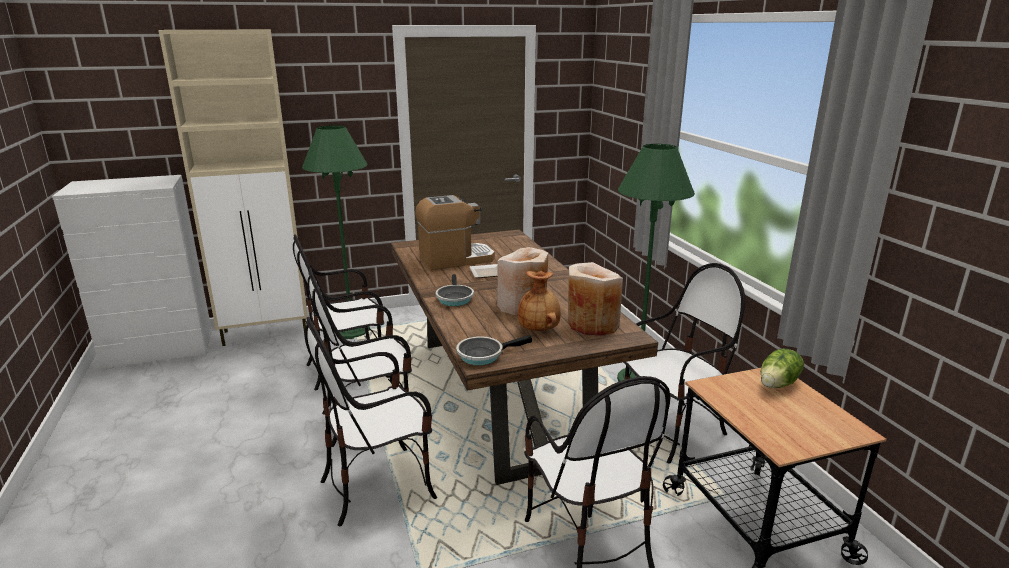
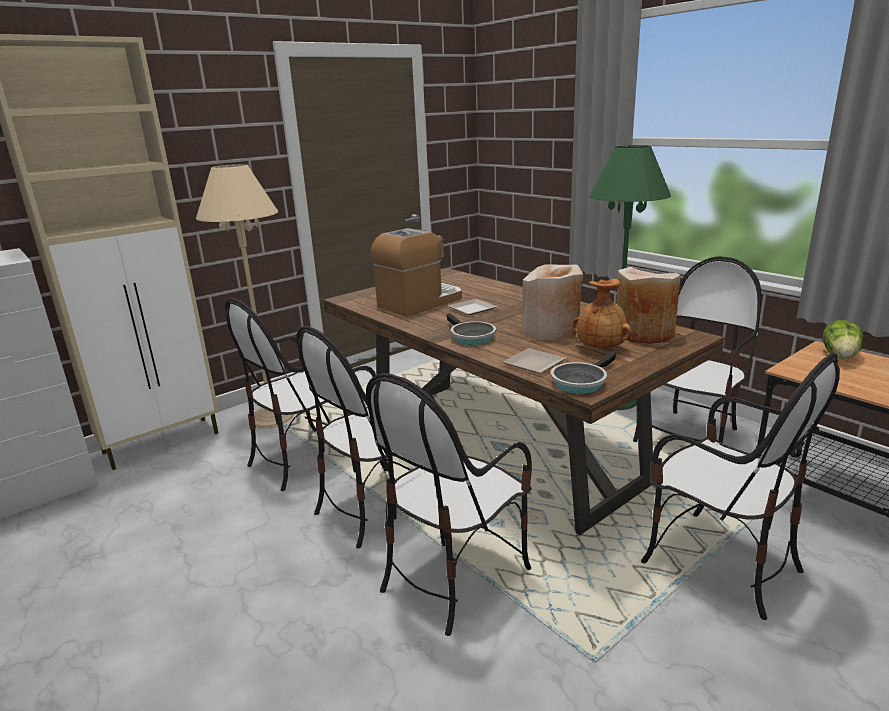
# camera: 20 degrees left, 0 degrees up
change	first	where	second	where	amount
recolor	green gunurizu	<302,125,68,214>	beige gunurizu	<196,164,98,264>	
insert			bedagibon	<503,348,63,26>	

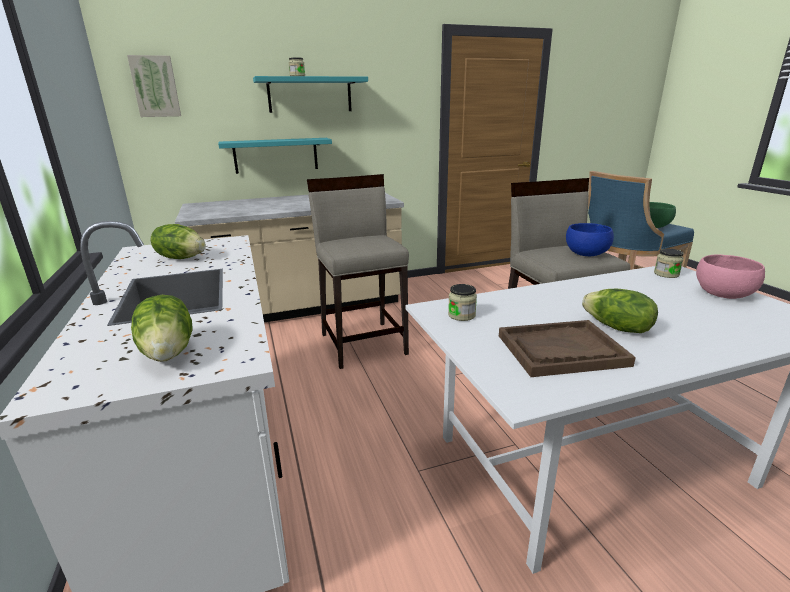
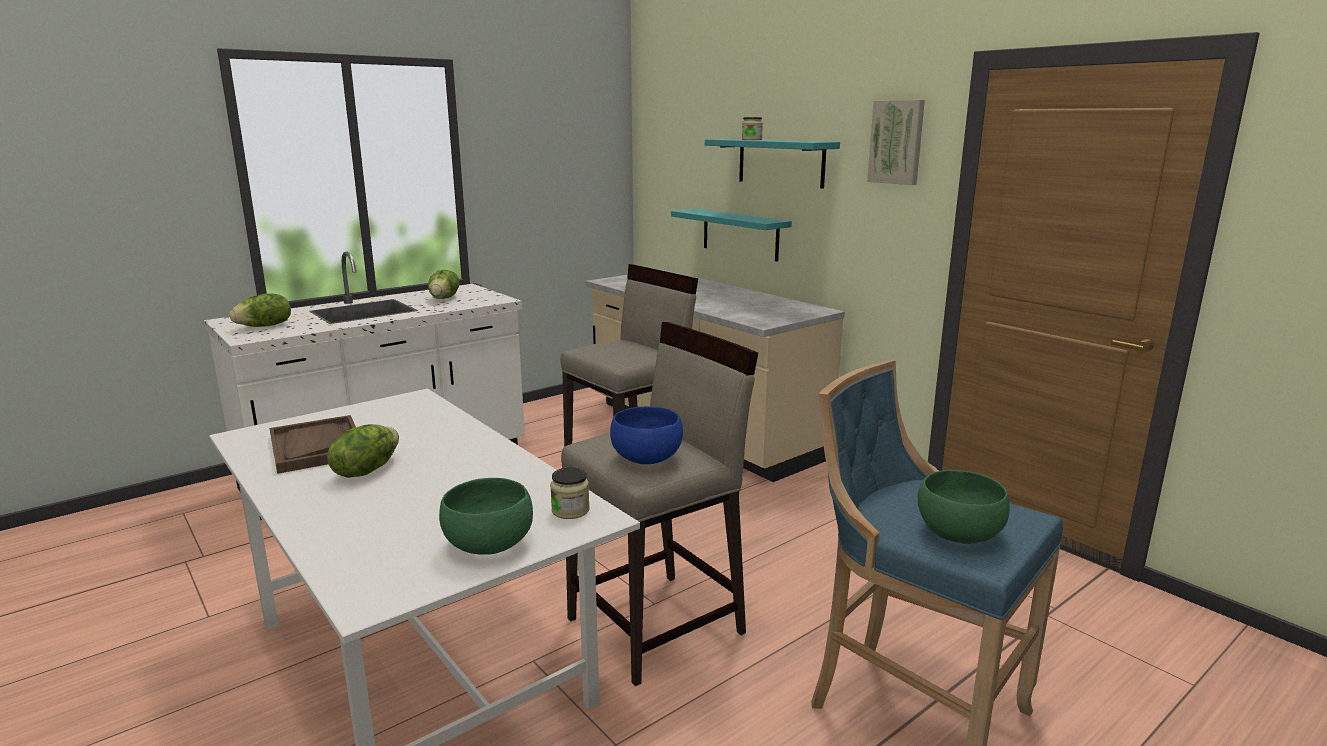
# camera: 70 degrees right, 5 degrees down
change	first	where	second	where	amount
move	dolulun	<127,55,54,62>		<867,100,58,85>	
delete	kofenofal	<448,284,29,37>			
recolor	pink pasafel	<696,254,69,45>	green pasafel	<439,478,94,77>	

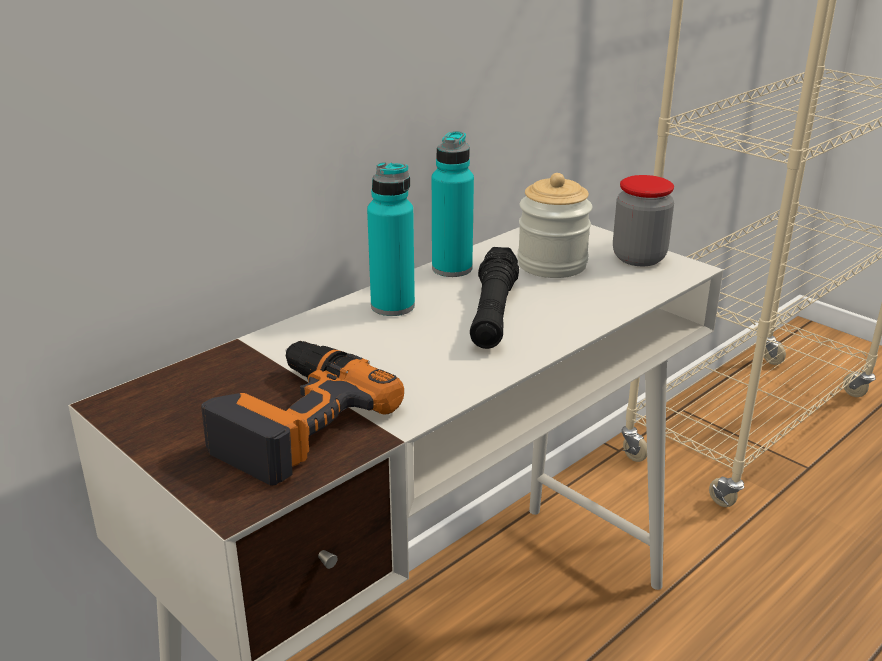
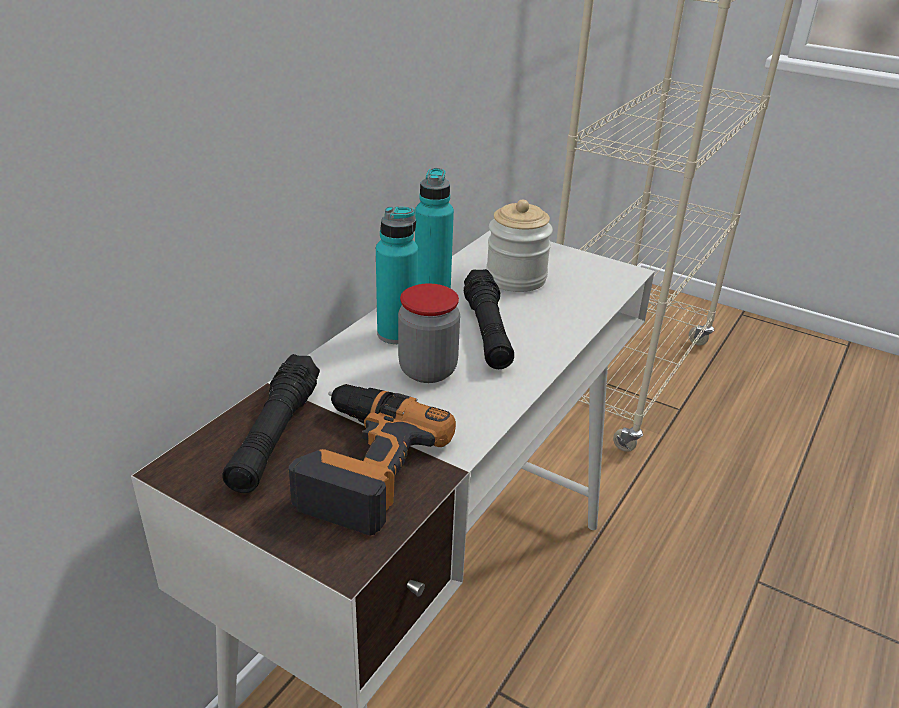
# camera: 15 degrees left, 5 degrees up
change	first	where	second	where	amount
move	kofenofal	<613,175,61,91>		<398,283,62,100>	
insert			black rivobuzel	<222,354,98,139>	

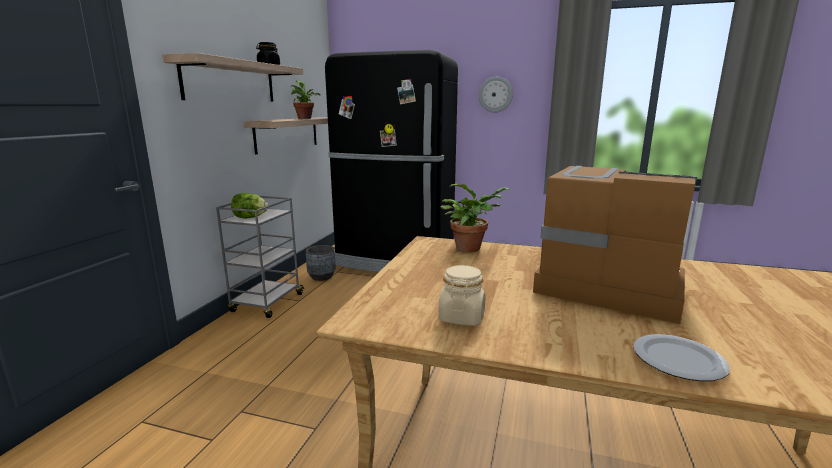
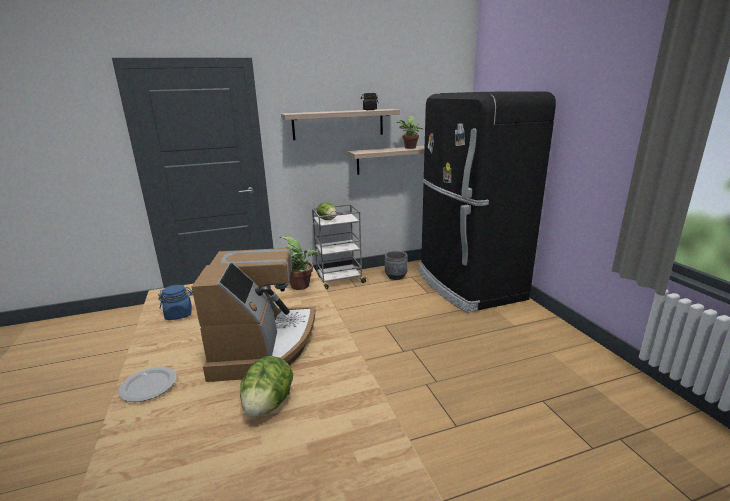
# camera: 55 degrees right, 5 degrees up
change	first	where	second	where	amount
recolor	beige kofenofal	<438,265,48,61>	blue kofenofal	<158,285,35,35>	
delete	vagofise	<478,77,35,36>			
insert			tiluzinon	<240,356,53,61>	

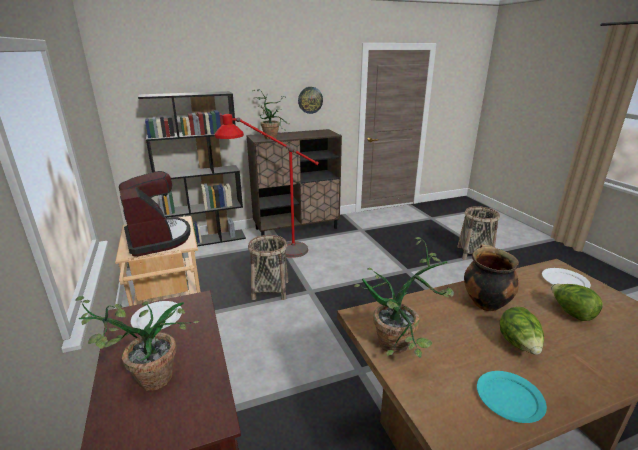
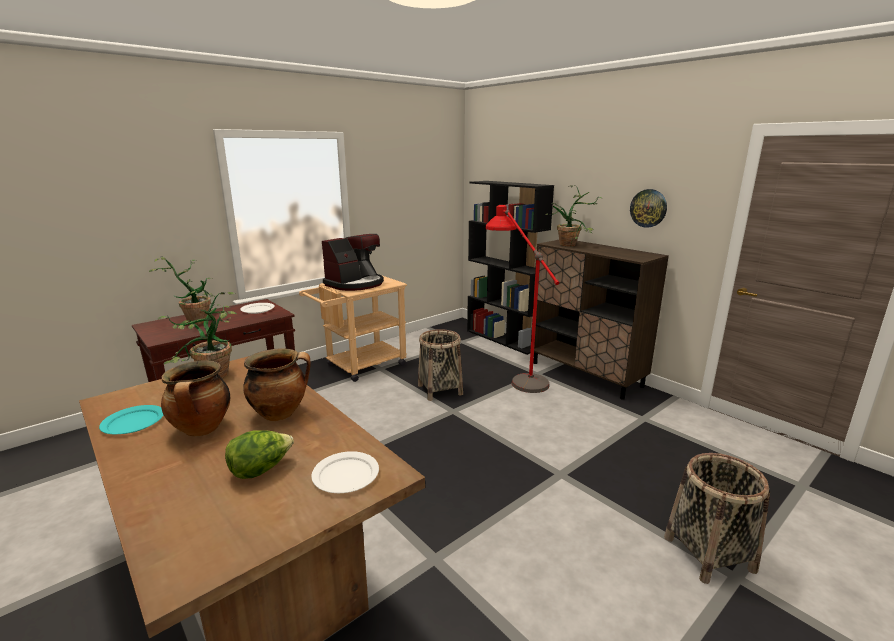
# camera: 70 degrees right, 5 degrees down
change	first	where	second	where	amount
replace	tiluzinon	<500,307,44,48>	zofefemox	<161,360,69,76>	

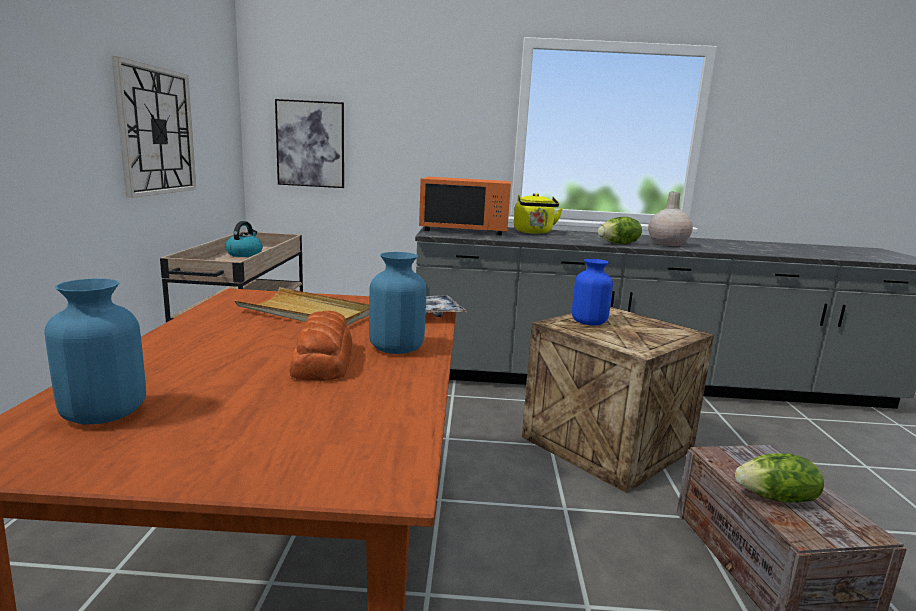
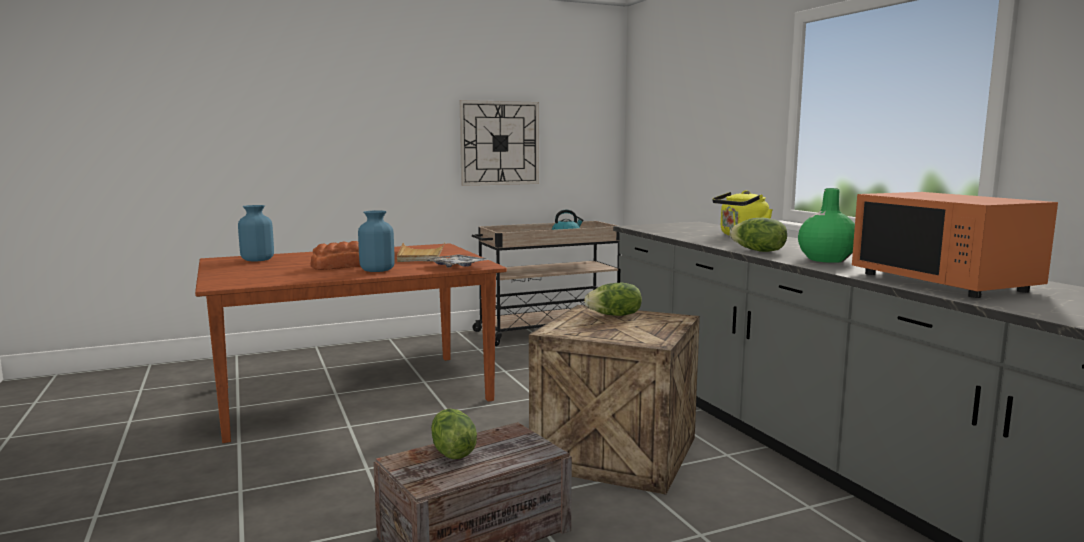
# camera: 65 degrees right, 5 degrees down
change	first	where	second	where	amount
delete	dolulun	<275,99,69,89>			
move	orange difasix	<419,177,92,58>		<852,192,206,106>	
replace	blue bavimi	<572,259,41,66>	tiluzinon	<584,283,58,33>	
recolor	beige bavimi	<648,192,45,54>	green bavimi	<798,188,57,75>	

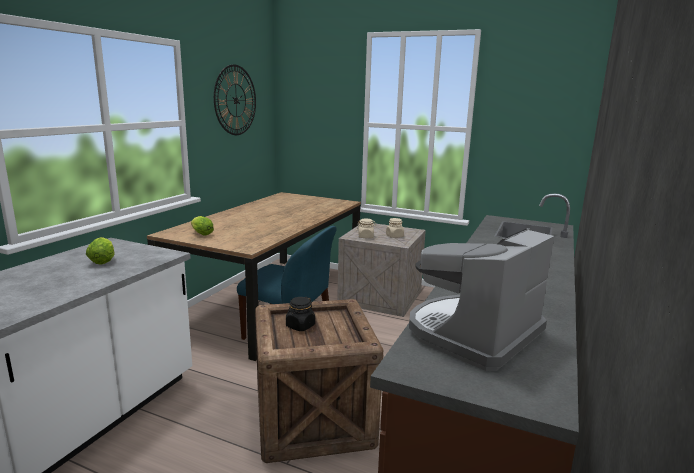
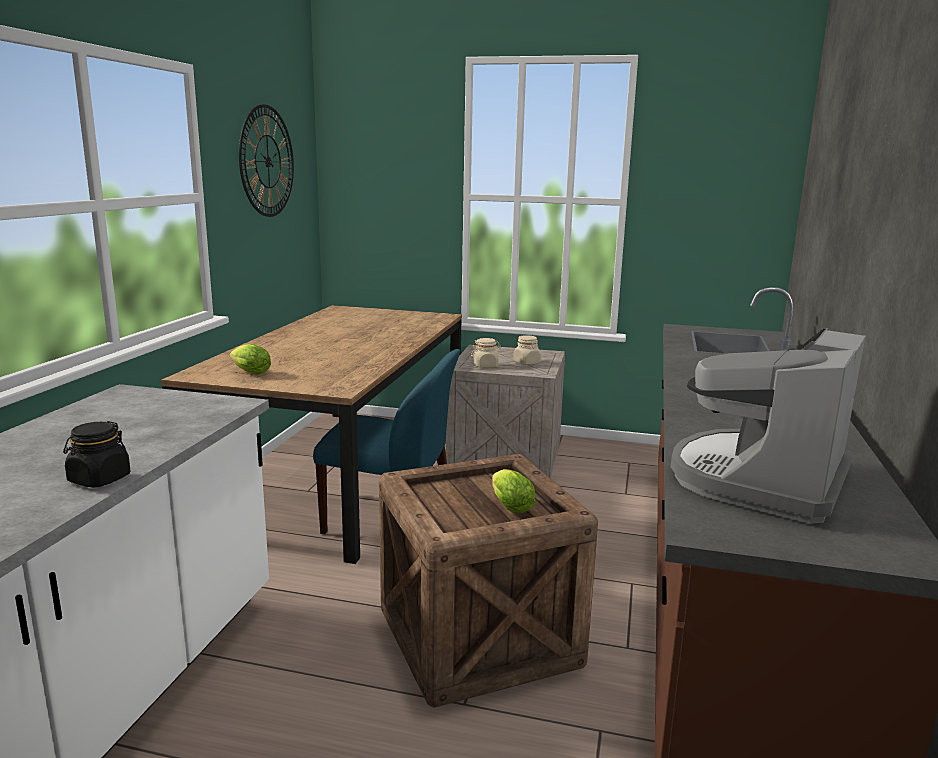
# camera: 10 degrees left, 0 degrees up
change	first	where	second	where	amount
move	tiluzinon	<86,237,29,28>		<492,469,43,44>	
move	black kofenofal	<286,297,29,34>		<63,421,67,67>	

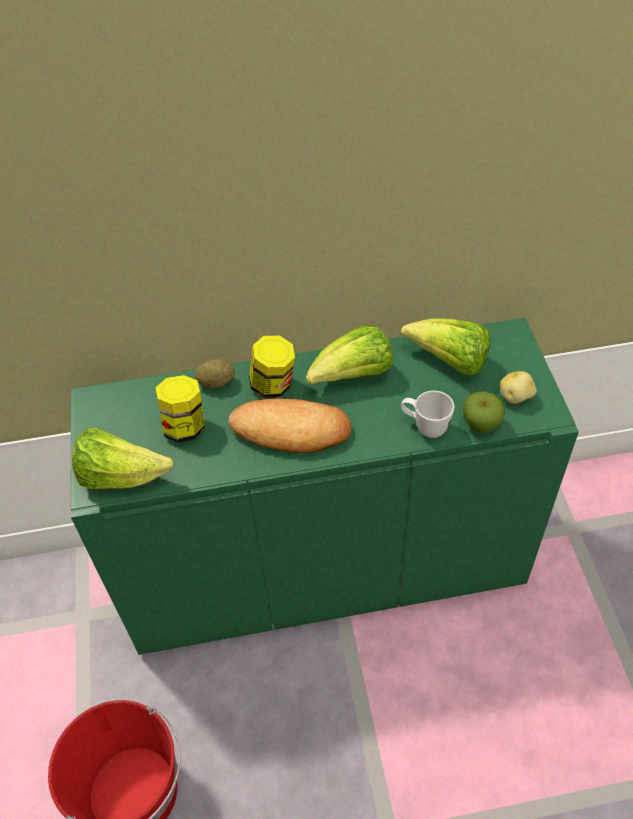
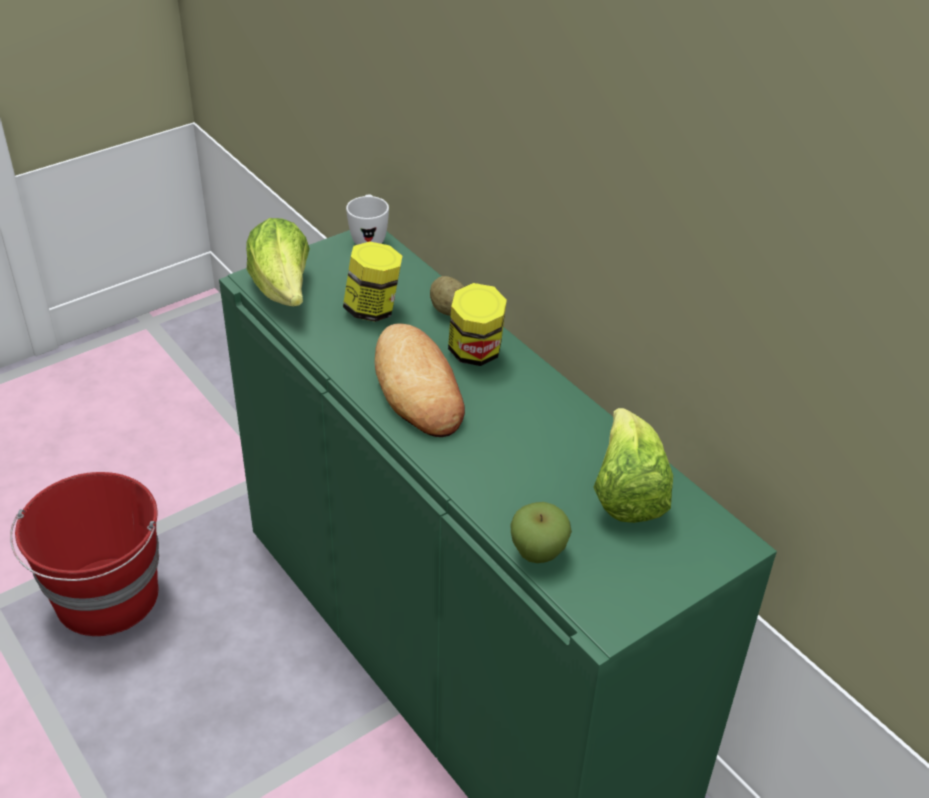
# camera: 60 degrees right, 10 degrees down
change	first	where	second	where	amount
delete	tiluzinon	<306,325,87,59>			
move	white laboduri	<401,391,53,47>		<346,195,43,50>	
delete	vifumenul	<500,371,37,33>			

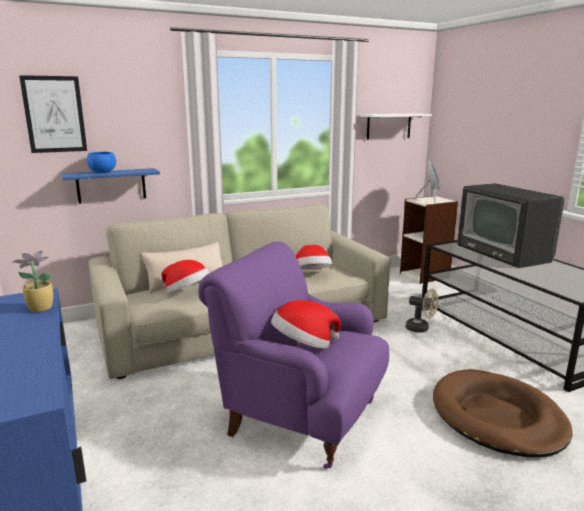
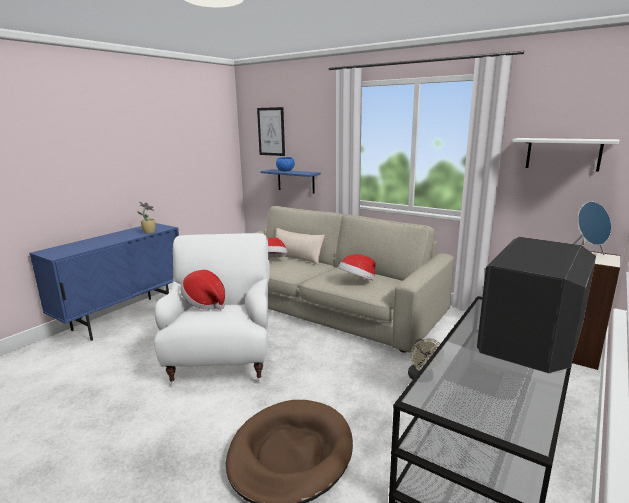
# camera: 60 degrees right, 0 degrees up
change	first	where	second	where	amount
recolor	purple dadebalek	<198,242,191,227>	white dadebalek	<154,233,116,152>	

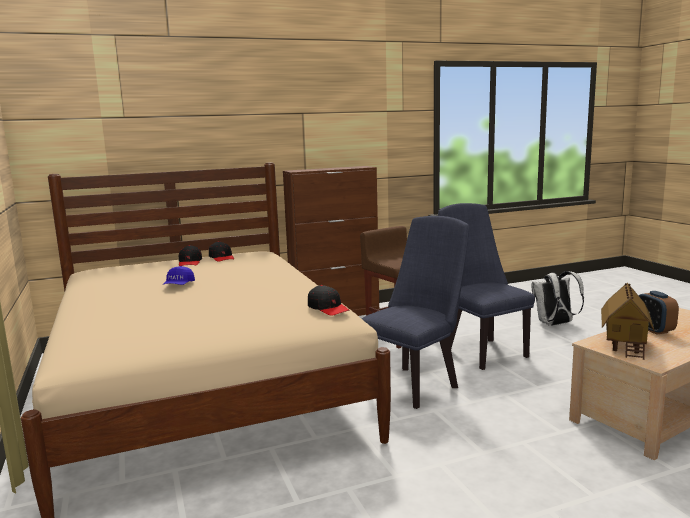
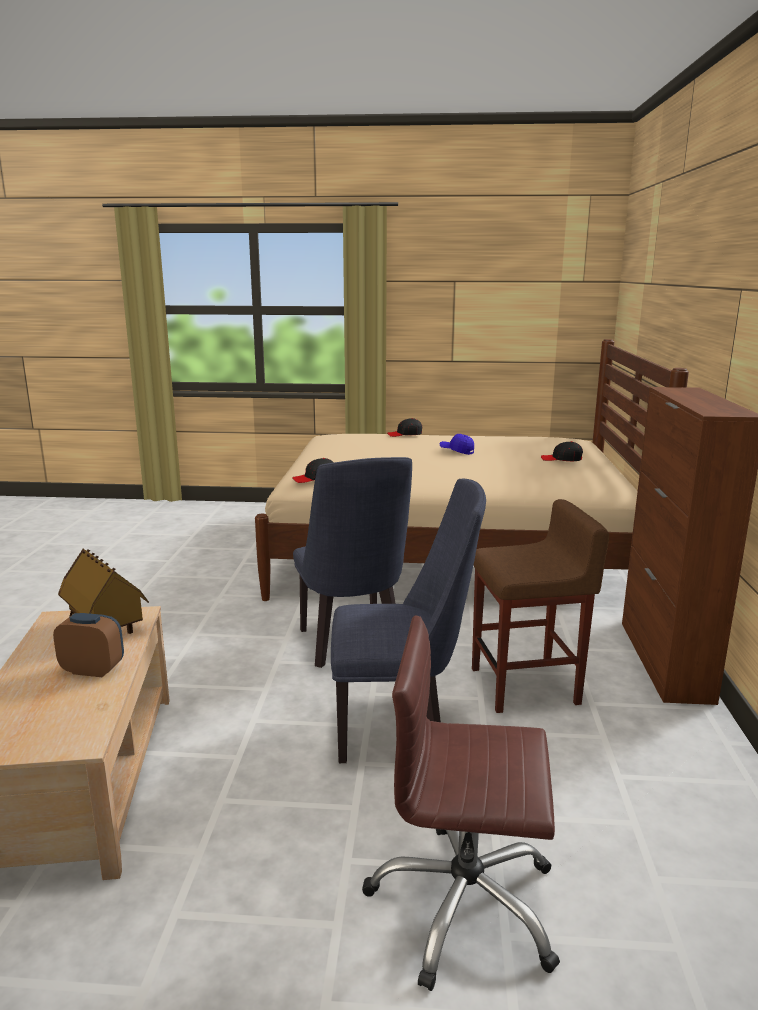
# camera: 115 degrees right, 5 degrees up
change	first	where	second	where	amount
move	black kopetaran	<209,241,25,21>		<387,418,35,19>	
replace	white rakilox	<532,271,52,55>	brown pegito	<362,616,198,375>	

